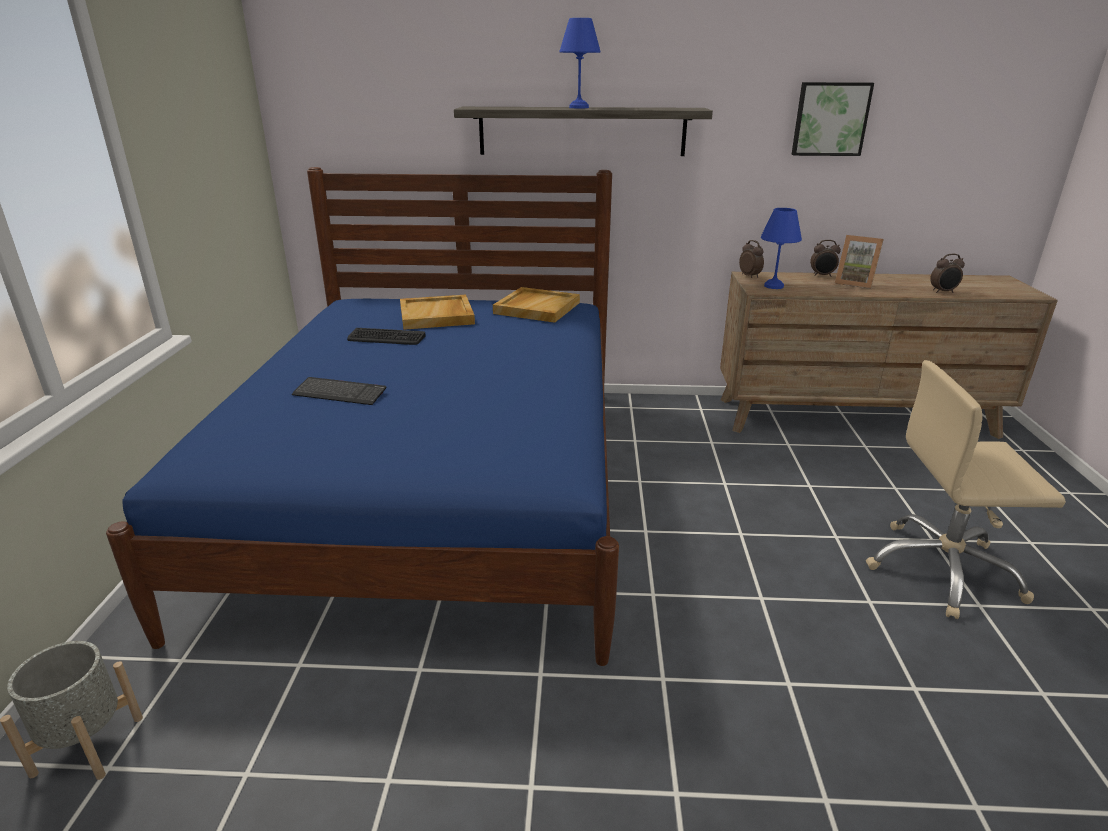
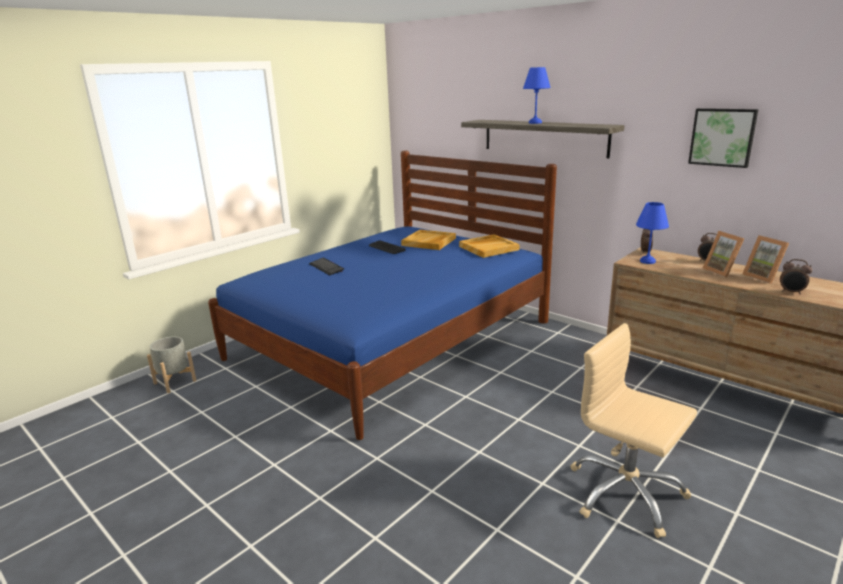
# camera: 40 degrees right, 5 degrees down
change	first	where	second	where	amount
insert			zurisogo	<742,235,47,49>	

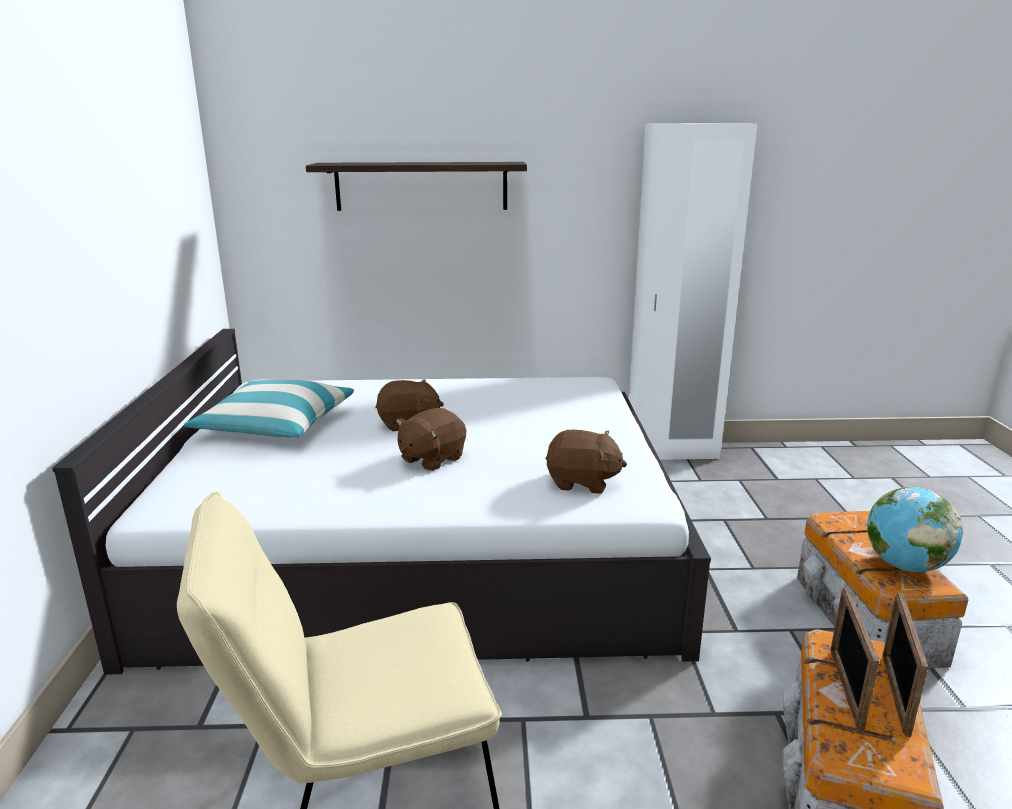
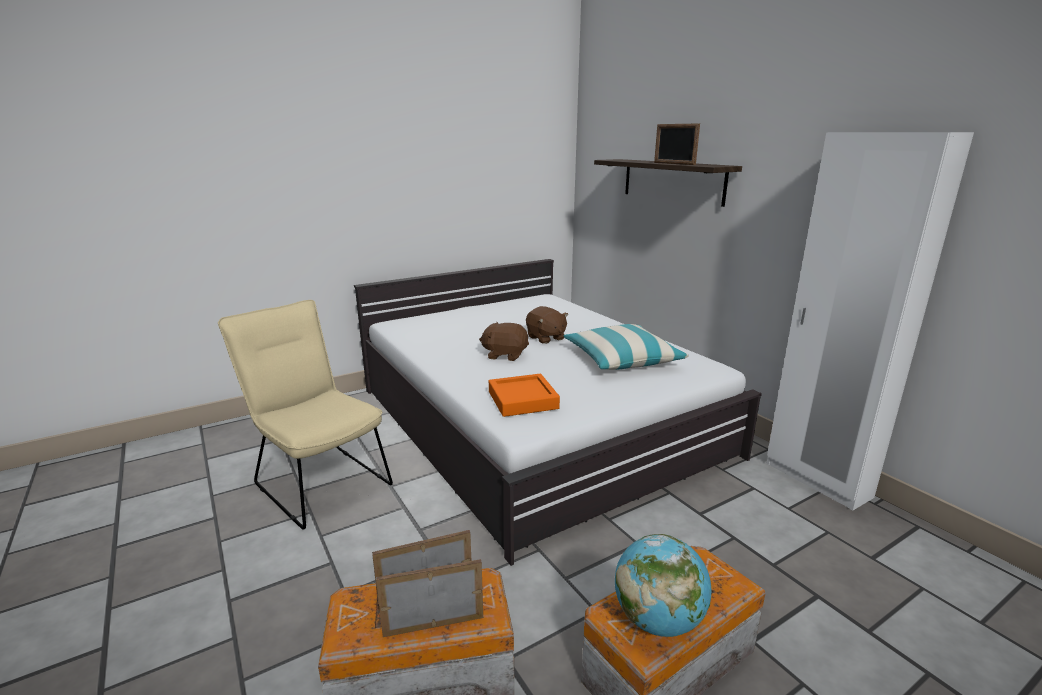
# camera: 60 degrees right, 0 degrees up
change	first	where	second	where	amount
move	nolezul	<184,380,170,58>		<564,324,125,46>	
replace	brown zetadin	<546,430,81,64>	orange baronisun	<489,374,71,43>	
insert			zurisogo	<654,124,46,41>	

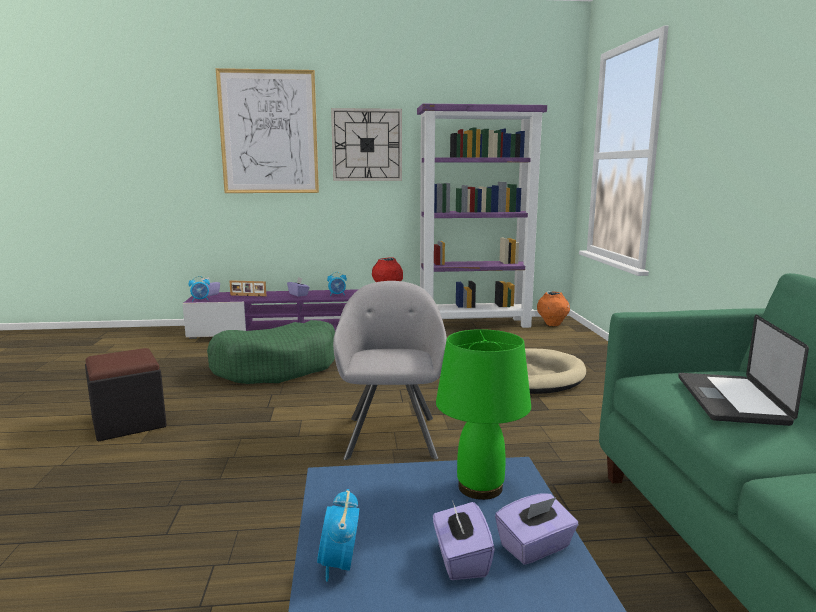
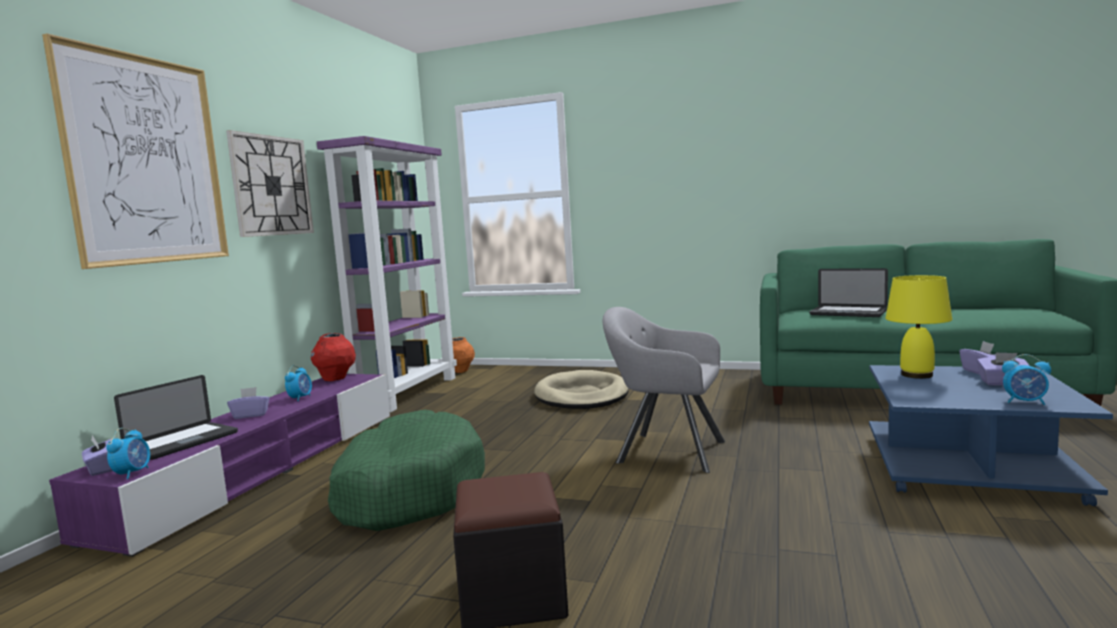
# camera: 65 degrees left, 5 degrees down
change	first	where	second	where	amount
replace	zurisogo	<229,280,37,16>	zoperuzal	<114,375,124,85>	
recolor	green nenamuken	<436,329,95,171>	yellow nenamuken	<885,275,67,104>	

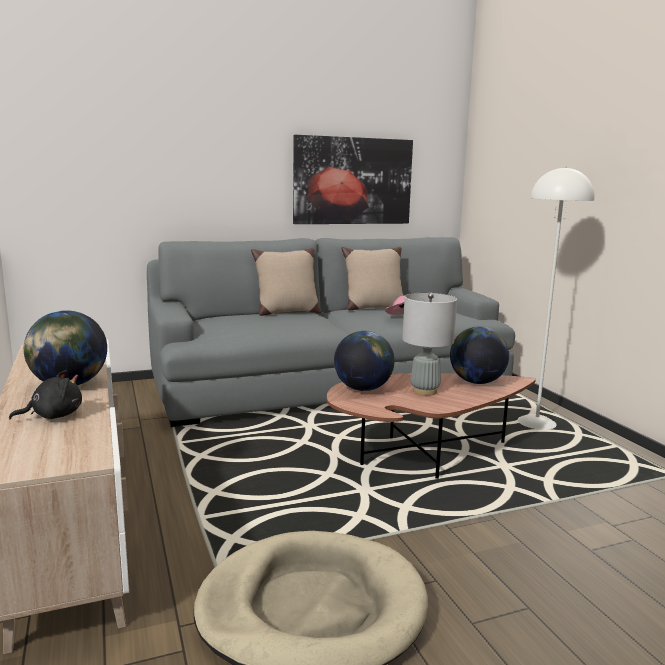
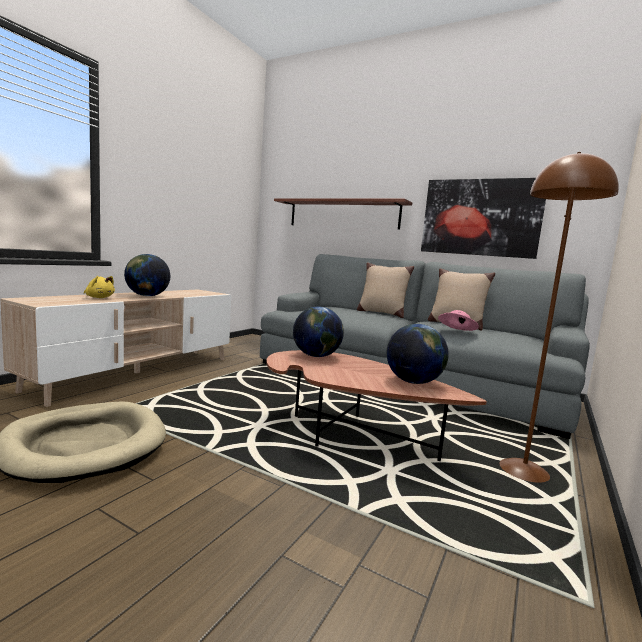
# camera: 50 degrees right, 5 degrees down
change	first	where	second	where	amount
recolor	black zetadin	<9,370,73,49>	yellow zetadin	<84,276,31,22>	
delete	grey nenamuken	<402,293,55,103>			
recolor	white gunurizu	<517,166,77,264>	brown gunurizu	<499,152,120,331>	
insert			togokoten	<274,198,138,31>	

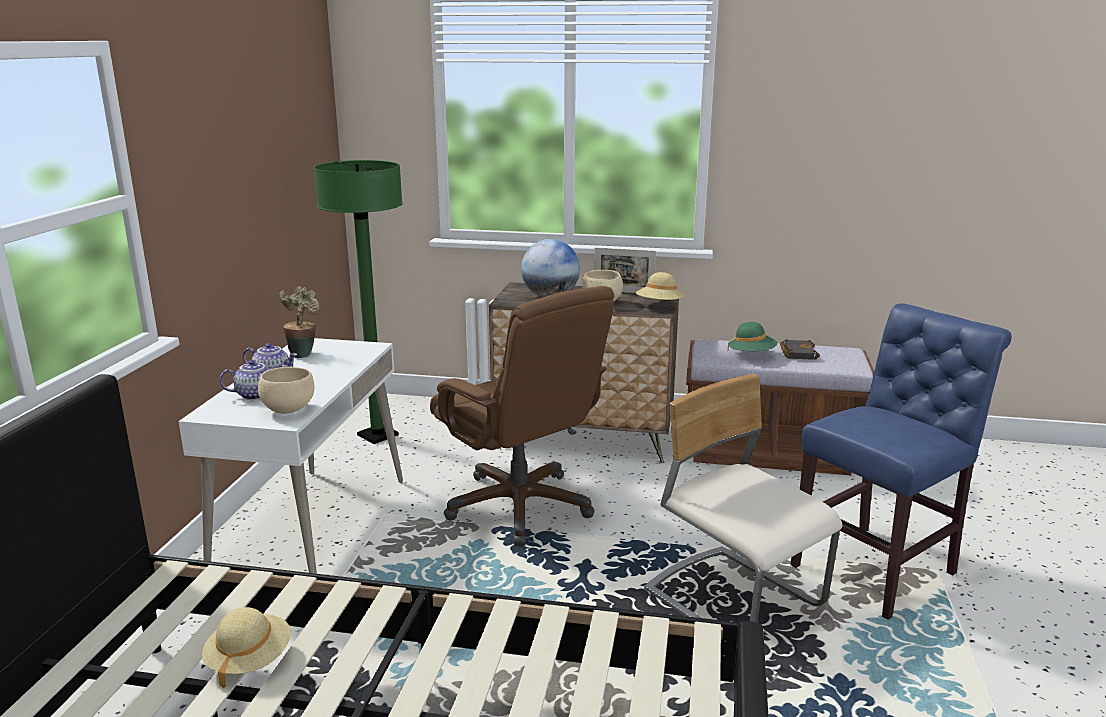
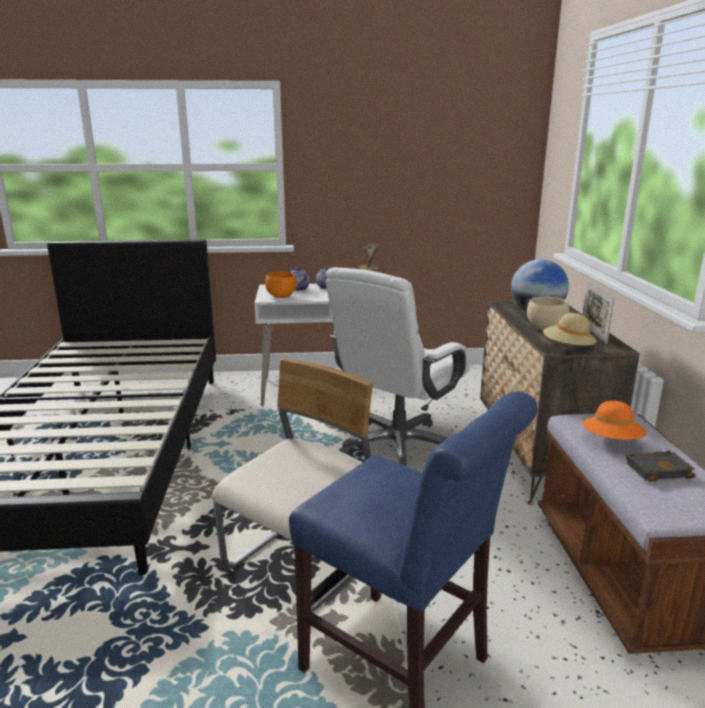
# camera: 75 degrees right, 0 degrees up
change	first	where	second	where	amount
delete	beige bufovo	<202,607,89,82>			
recolor	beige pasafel	<258,367,57,47>	orange pasafel	<265,272,32,26>	
delete	green gunurizu	<313,160,90,284>			
recolor	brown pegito	<430,286,184,260>	white pegito	<326,267,144,199>	
recolor	green bufovo	<727,322,50,30>	orange bufovo	<583,401,64,39>	

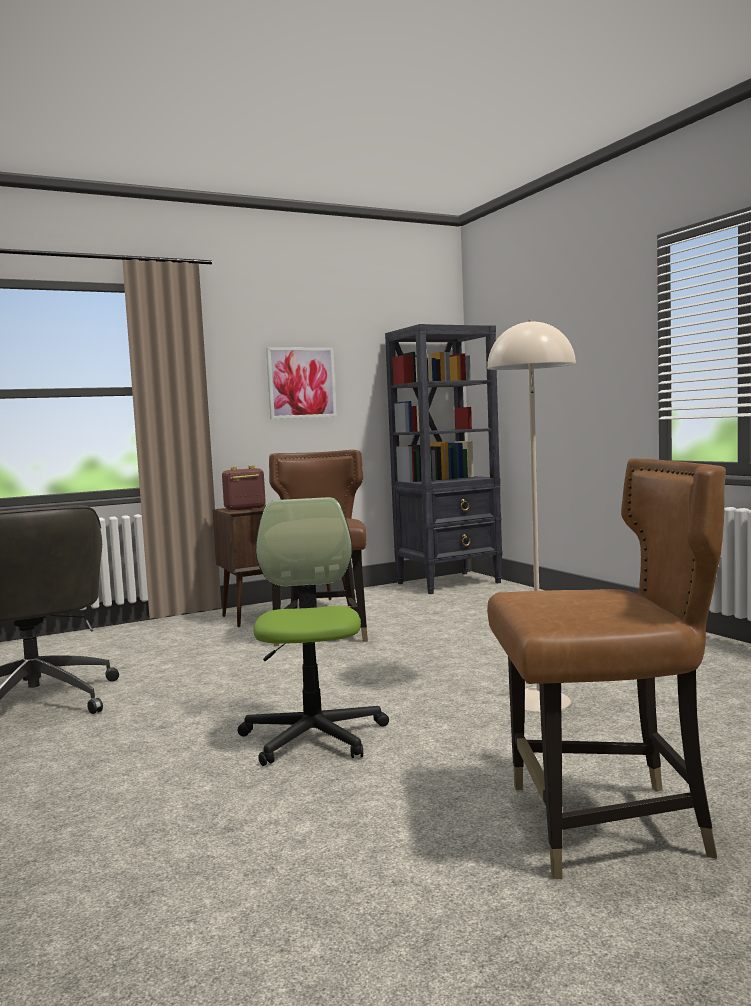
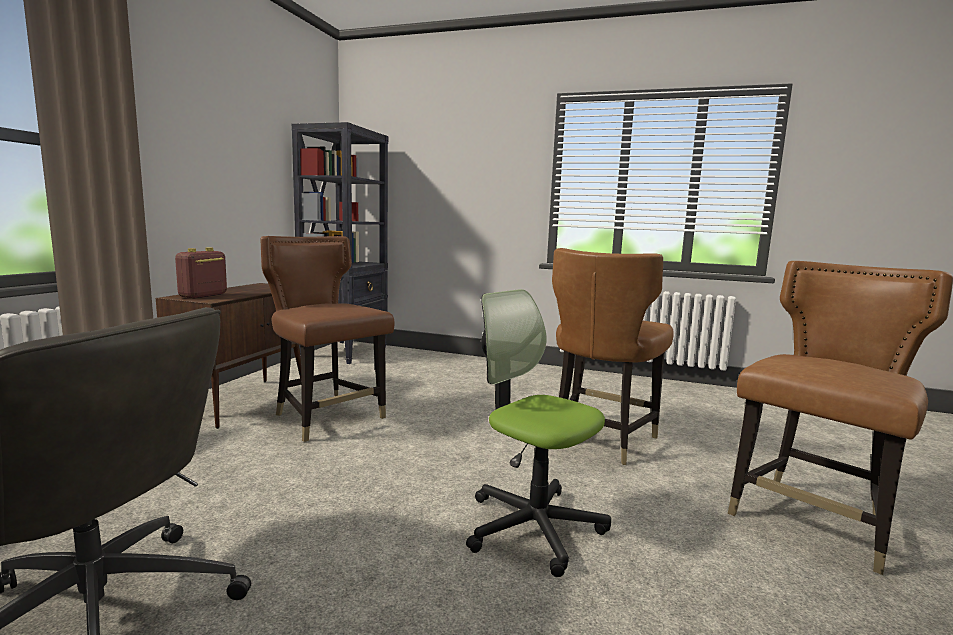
# camera: 45 degrees left, 5 degrees up
change	first	where	second	where	amount
delete	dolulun	<266,347,71,72>			
replace	beige gunurizu	<487,319,89,393>	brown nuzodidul	<552,248,122,217>	

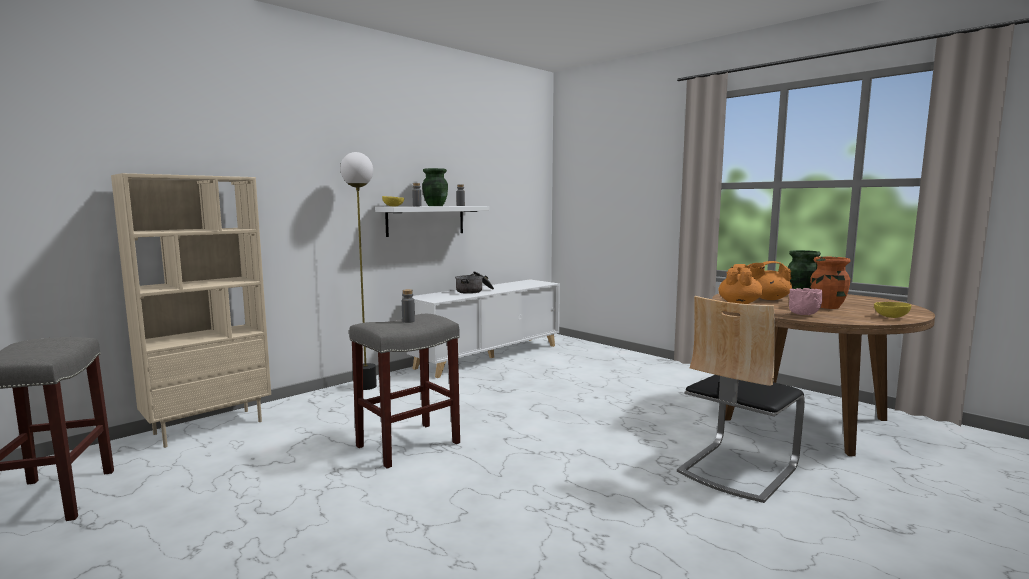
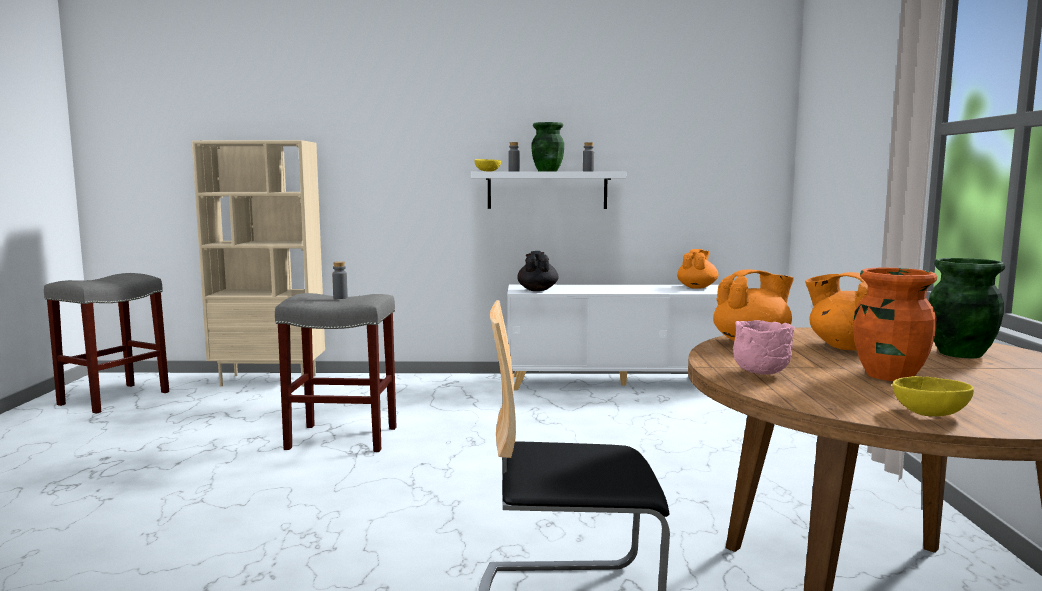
# camera: 45 degrees right, 0 degrees up
change	first	where	second	where	amount
delete	gunurizu	<340,152,37,238>			
delete	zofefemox	<455,271,39,23>			
insert			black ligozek	<517,251,41,40>	
insert			orange ligozek	<677,249,41,40>	

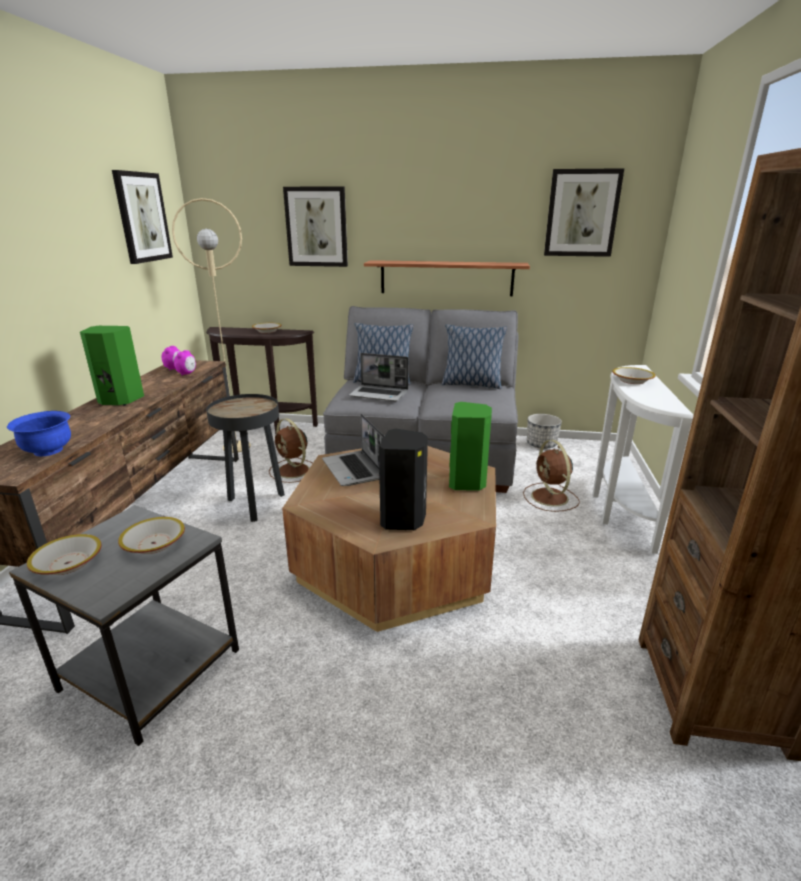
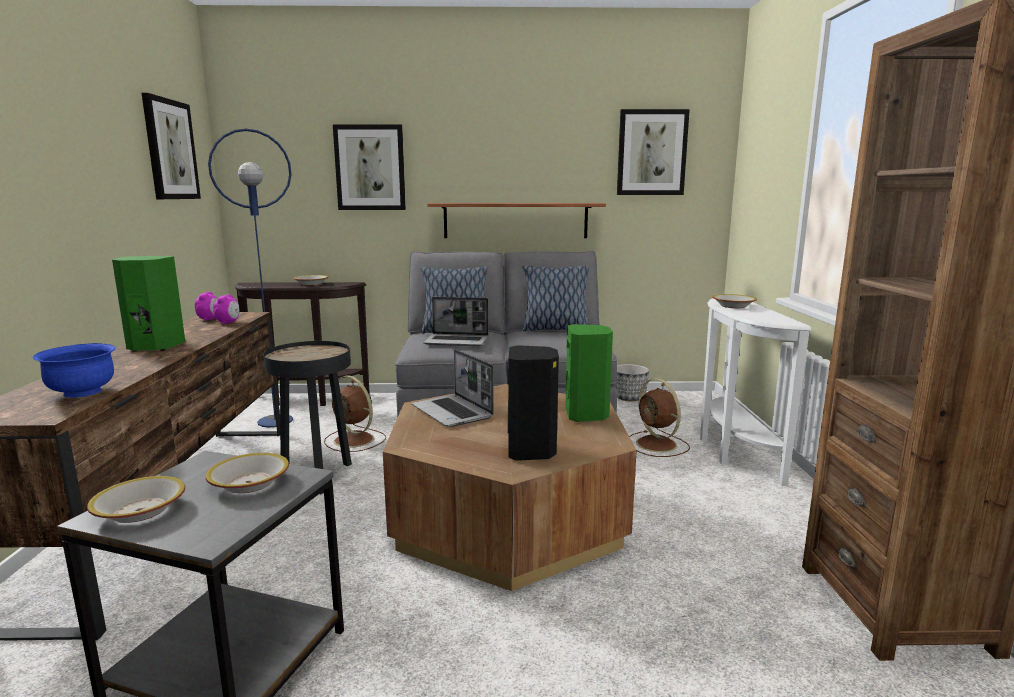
# camera: 10 degrees left, 10 degrees down
change	first	where	second	where	amount
recolor	beige gunurizu	<172,198,79,255>	blue gunurizu	<208,128,85,299>	

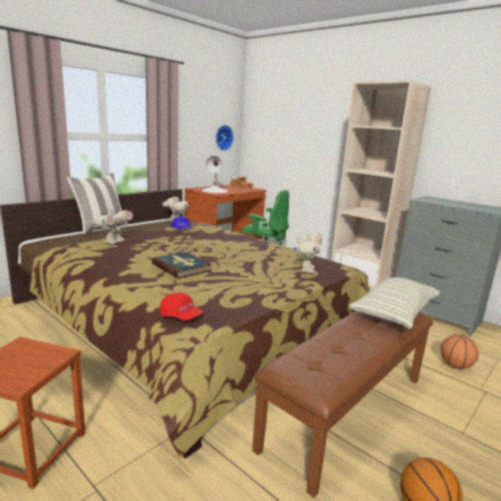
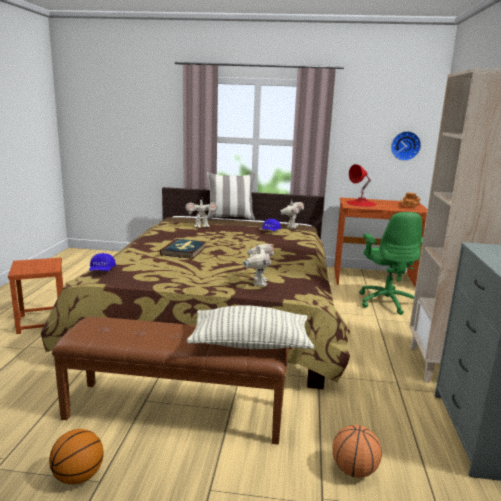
# camera: 55 degrees right, 0 degrees up
change	first	where	second	where	amount
recolor	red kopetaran	<160,293,43,27>	blue kopetaran	<89,253,27,18>	
recolor	white nenamuken	<202,156,26,37>	red nenamuken	<347,164,29,43>	
rotate	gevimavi	<294,231,28,42>		<243,242,31,44>	60 degrees counterclockwise

